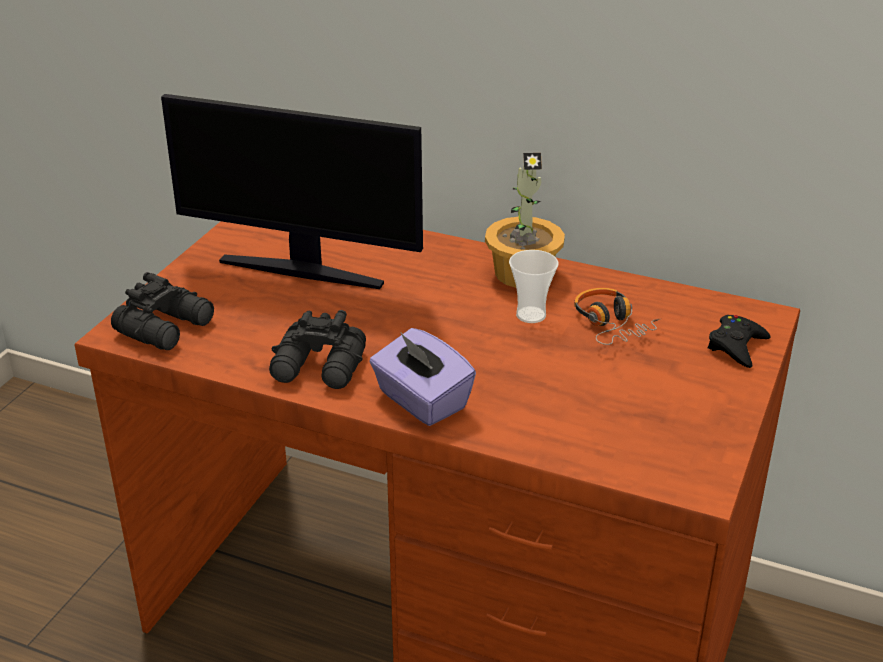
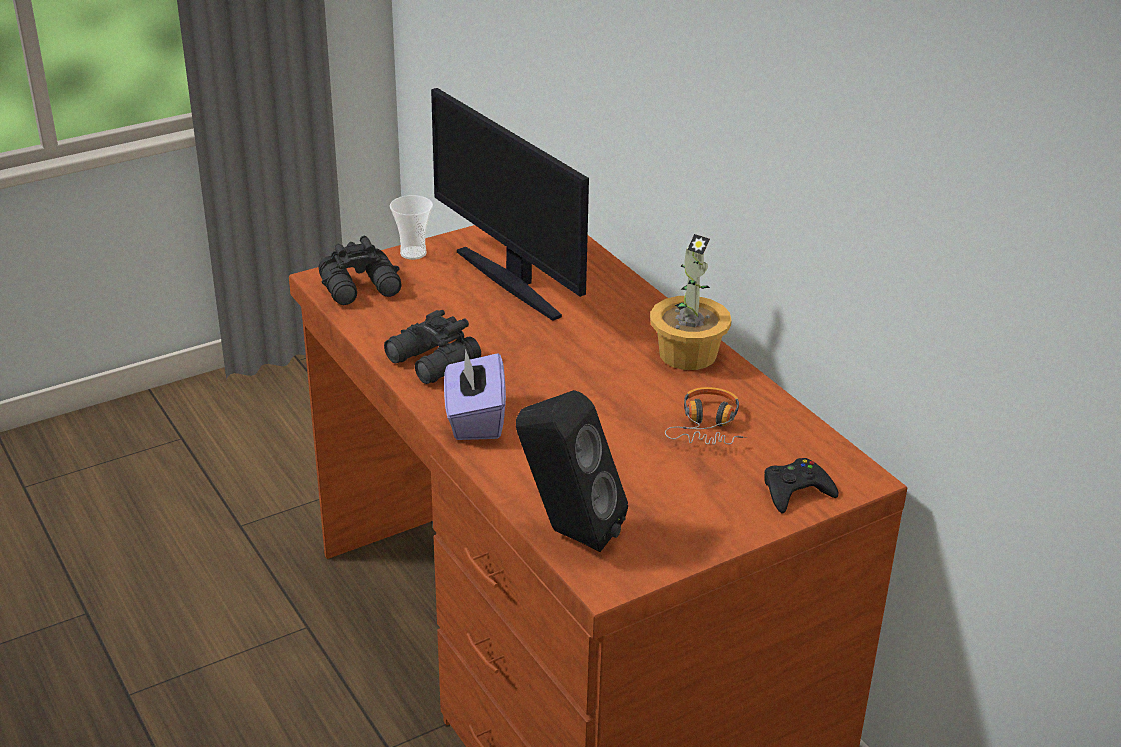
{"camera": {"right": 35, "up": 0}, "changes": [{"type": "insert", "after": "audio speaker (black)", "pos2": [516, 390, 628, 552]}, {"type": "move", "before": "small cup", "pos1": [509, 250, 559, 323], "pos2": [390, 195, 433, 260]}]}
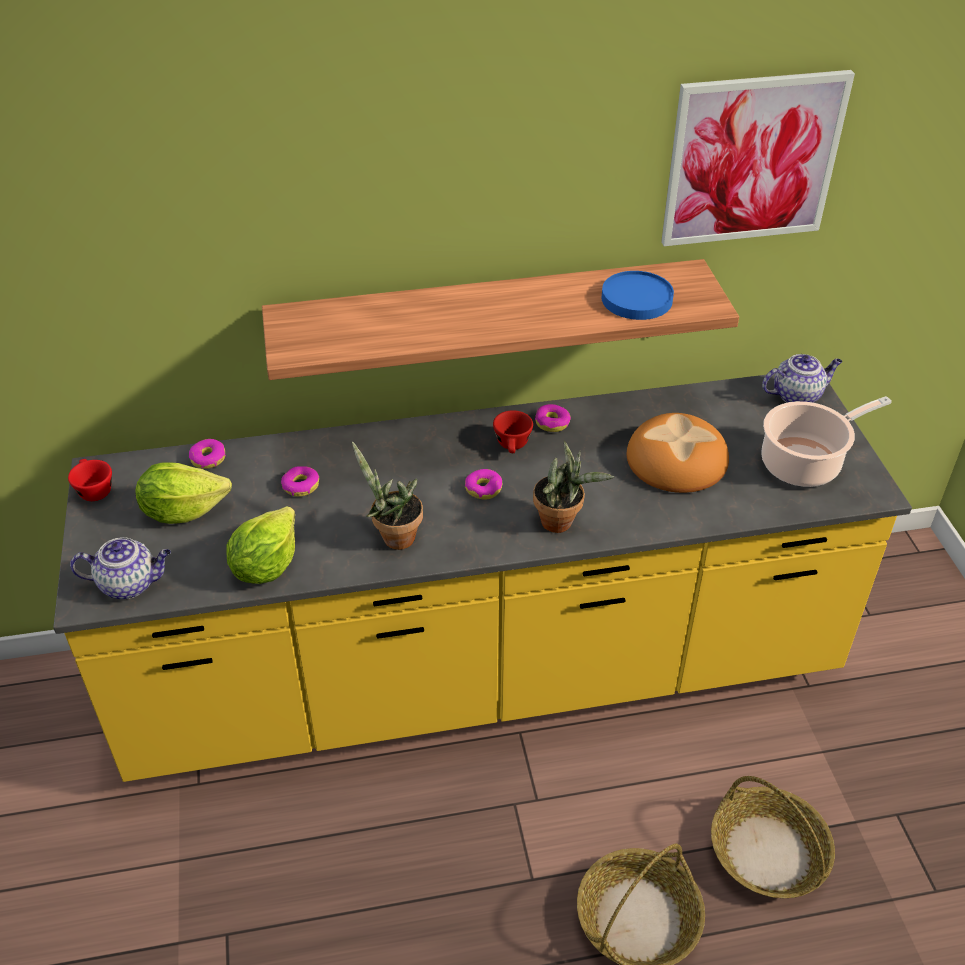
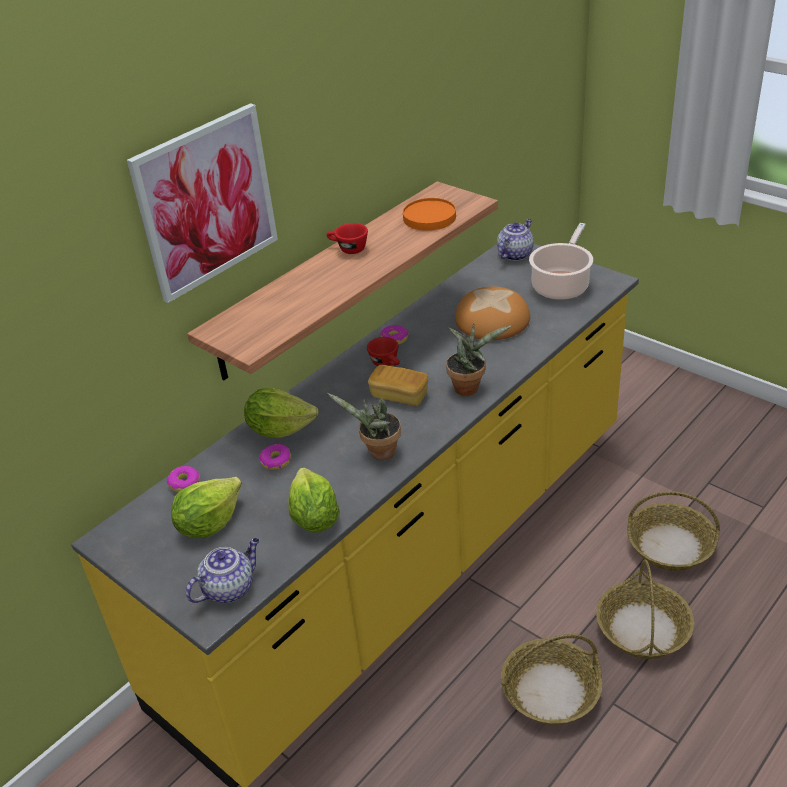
{"camera": {"right": -35, "up": -5}, "changes": [{"type": "insert", "after": "lettuce head", "pos2": [244, 388, 319, 438]}, {"type": "insert", "after": "household basket", "pos2": [501, 634, 602, 725]}, {"type": "move", "before": "small cup (reddish)", "pos1": [68, 459, 112, 501], "pos2": [327, 223, 368, 254]}, {"type": "move", "before": "picture", "pos1": [661, 70, 855, 246], "pos2": [127, 103, 278, 303]}, {"type": "replace", "before": "ring doughnut", "after": "baked bread", "pos1": [465, 469, 502, 500], "pos2": [368, 365, 428, 406]}, {"type": "recolor", "before": "flat dish (blue-coloured)", "after": "flat dish (orange-coloured)", "pos1": [602, 271, 674, 320], "pos2": [403, 198, 456, 231]}]}
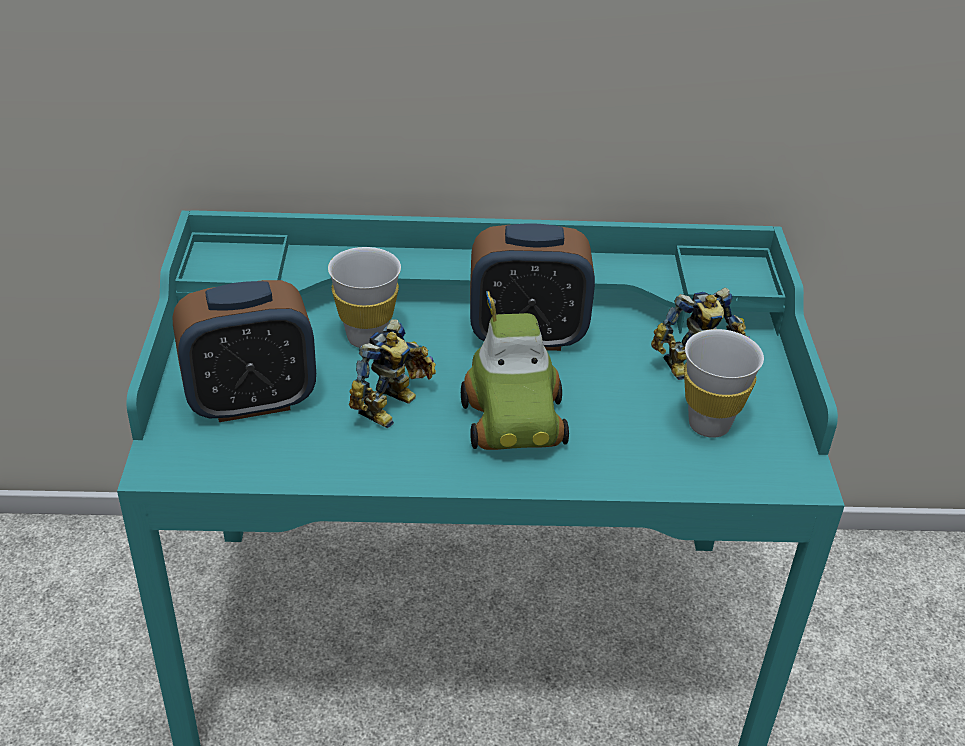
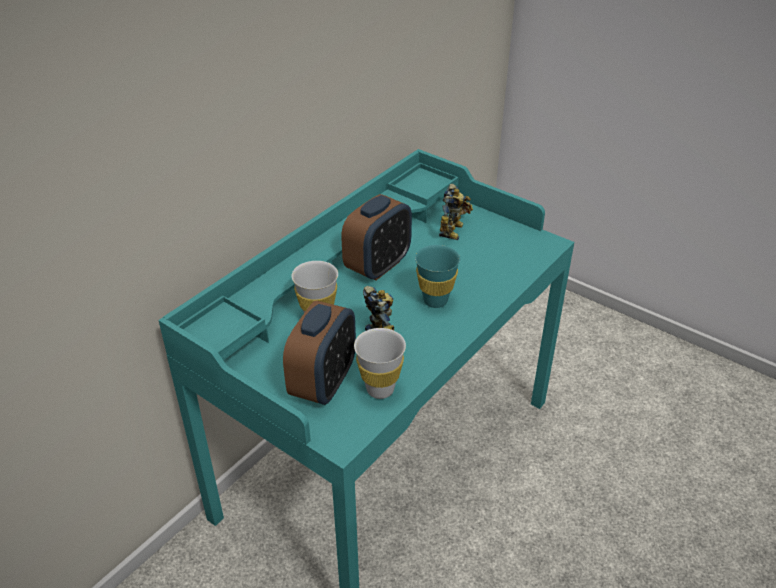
{"camera": {"right": -50, "up": 0}, "changes": [{"type": "move", "before": "small cup (white)", "pos1": [684, 329, 764, 438], "pos2": [354, 328, 406, 399]}, {"type": "replace", "before": "miniature car", "after": "small cup (blue-green)", "pos1": [461, 291, 569, 450], "pos2": [415, 245, 460, 308]}]}
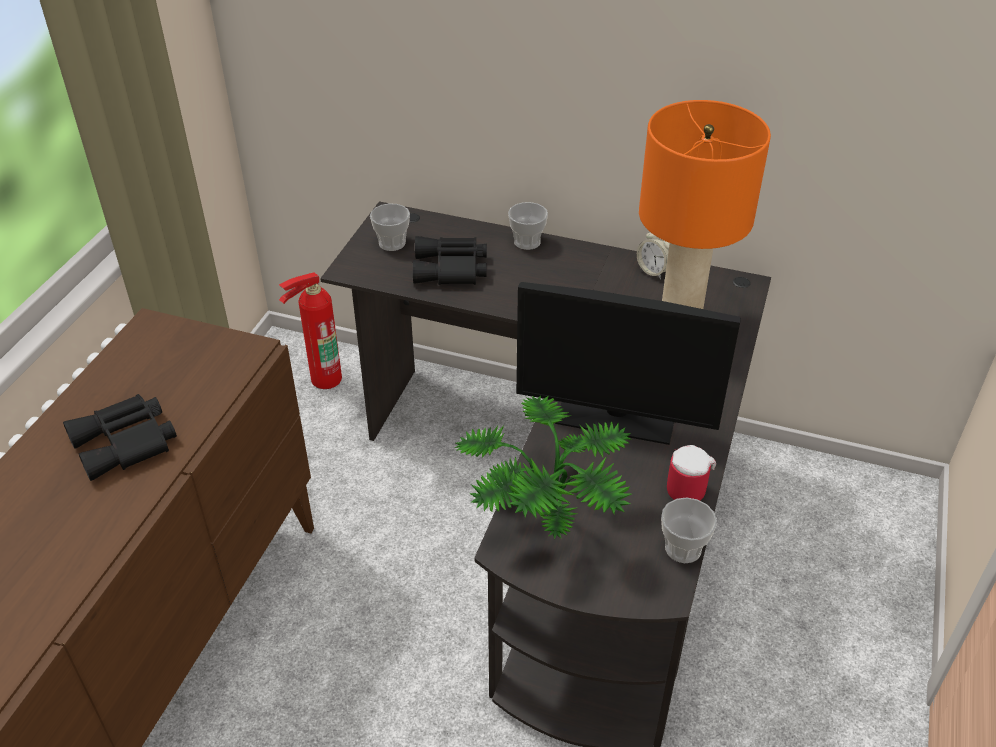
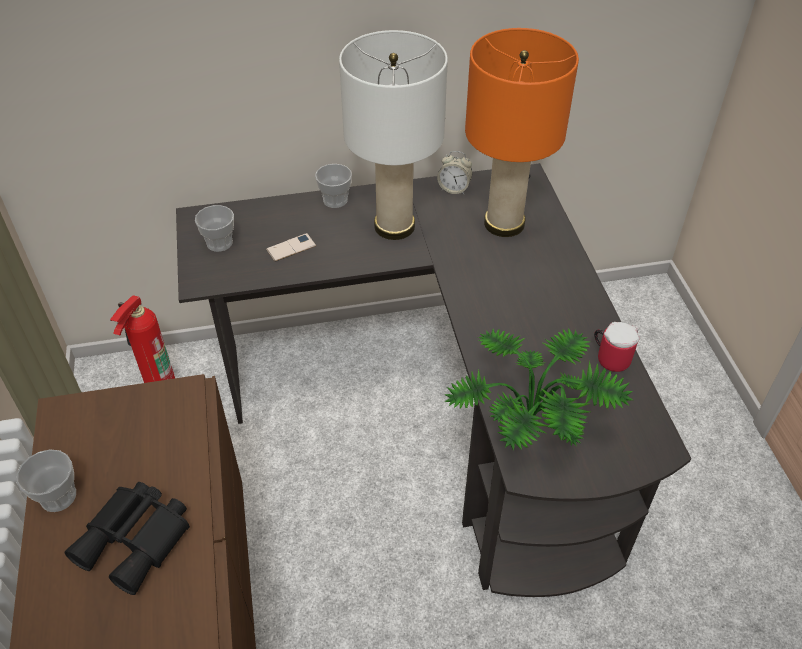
{"camera": {"right": -30, "up": 5}, "changes": [{"type": "delete", "before": "monitor", "pos1": [516, 282, 741, 445]}, {"type": "insert", "after": "table lamp (white)", "pos2": [339, 30, 448, 240]}, {"type": "move", "before": "small cup", "pos1": [661, 497, 717, 563], "pos2": [16, 449, 76, 512]}, {"type": "replace", "before": "pair of binoculars (black)", "after": "phone", "pos1": [413, 236, 487, 285], "pos2": [266, 233, 316, 261]}]}
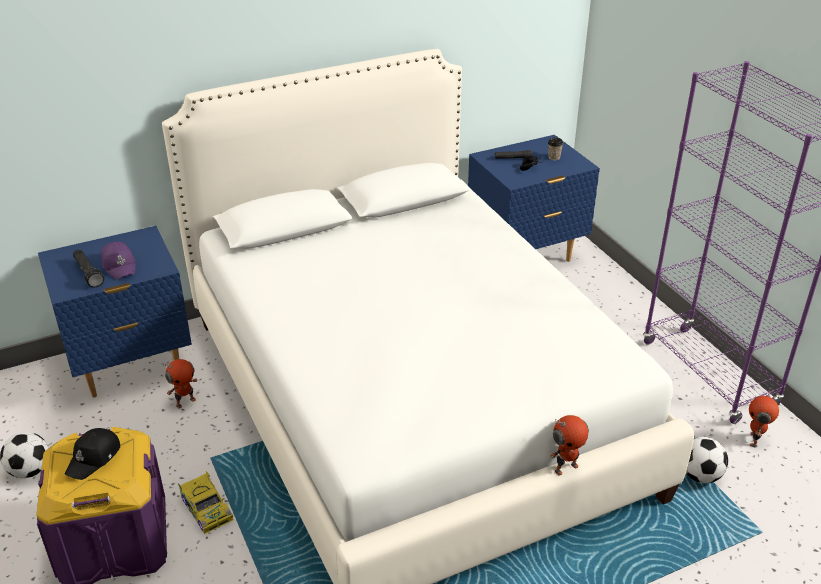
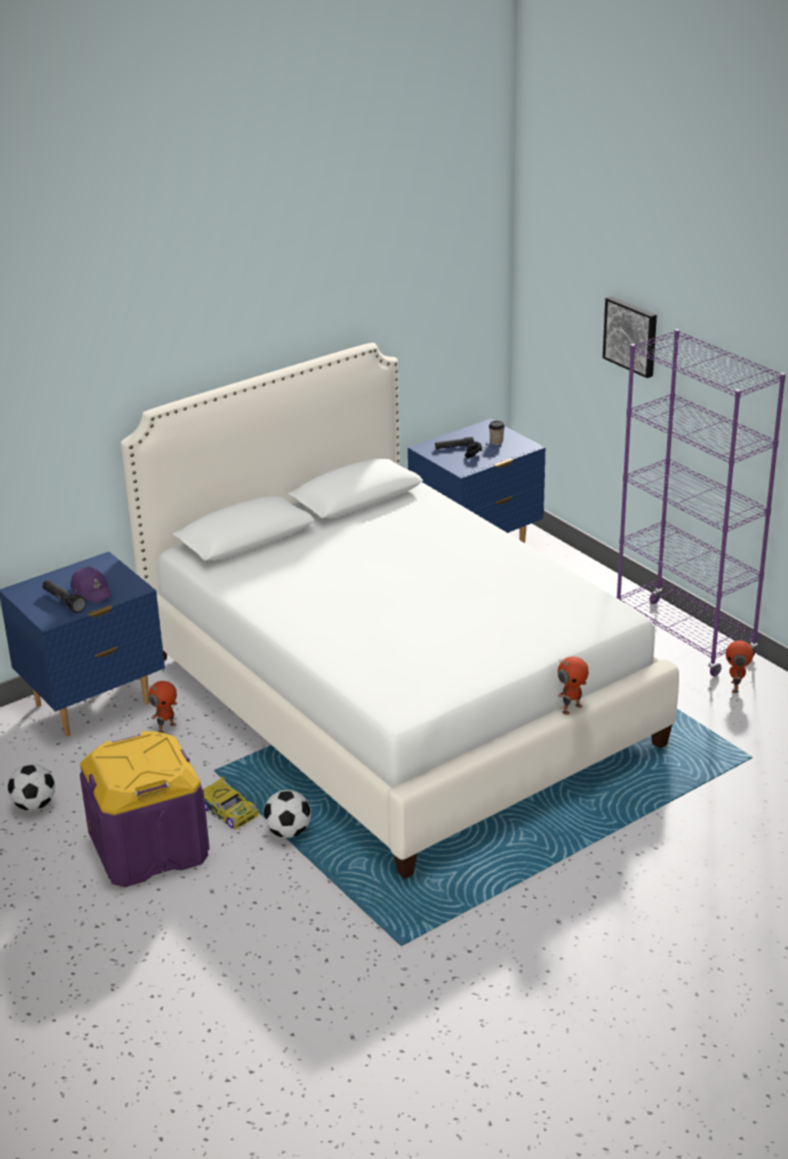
{"camera": {"right": -10, "up": -5}, "changes": [{"type": "delete", "before": "baseball cap (black)", "pos1": [64, 428, 120, 480]}, {"type": "insert", "after": "picture", "pos2": [603, 296, 657, 378]}, {"type": "move", "before": "football", "pos1": [686, 437, 728, 483], "pos2": [263, 790, 311, 838]}]}
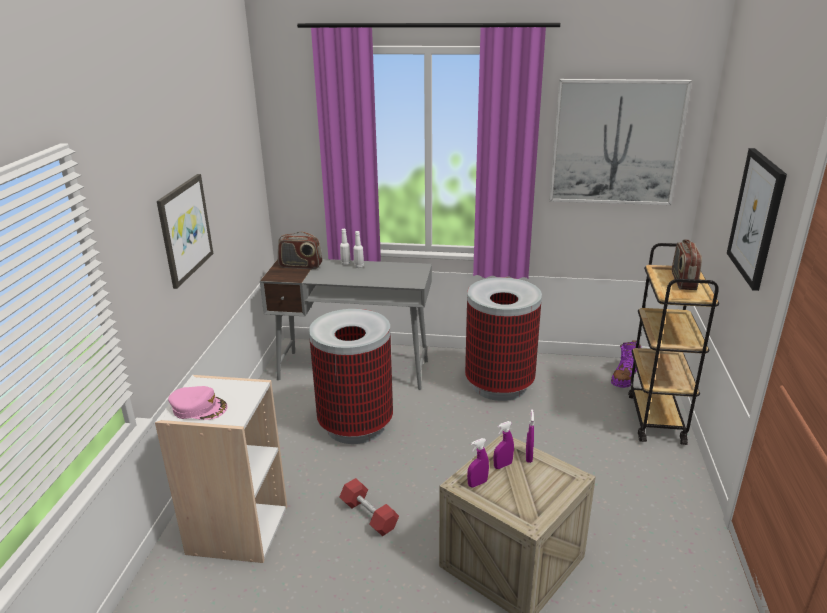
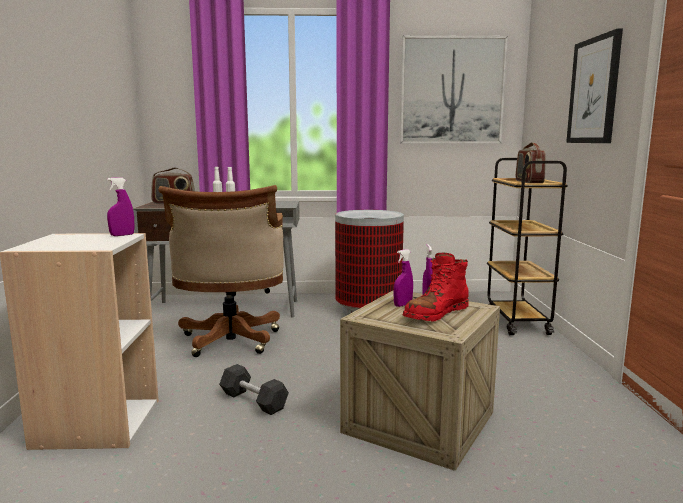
{"camera": {"right": -10, "up": -15}, "changes": [{"type": "delete", "before": "picture", "pos1": [157, 174, 213, 289]}, {"type": "delete", "before": "baseball cap (pink)", "pos1": [168, 386, 227, 420]}, {"type": "delete", "before": "boot (purple)", "pos1": [611, 340, 641, 388]}, {"type": "insert", "after": "boot (reddish)", "pos2": [403, 253, 469, 322]}, {"type": "move", "before": "hand sprayer (purple)", "pos1": [467, 438, 489, 487], "pos2": [107, 177, 134, 236]}, {"type": "replace", "before": "trash can", "after": "computer chair", "pos1": [309, 309, 393, 444], "pos2": [158, 185, 284, 357]}, {"type": "recolor", "before": "hand weight (reddish)", "after": "hand weight (black)", "pos1": [339, 478, 399, 536], "pos2": [219, 364, 289, 415]}]}
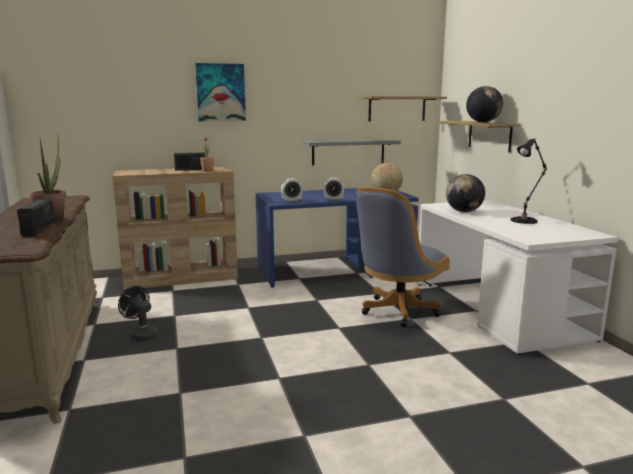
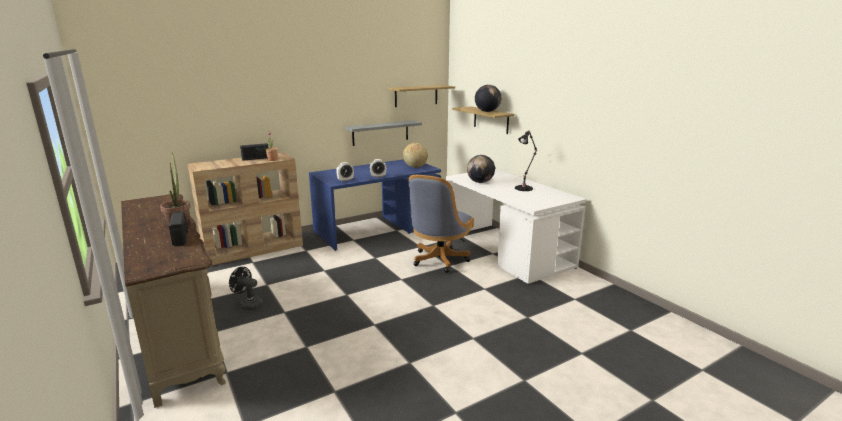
{"camera": {"right": -15, "up": 5}, "changes": [{"type": "delete", "before": "picture", "pos1": [195, 63, 246, 121]}]}
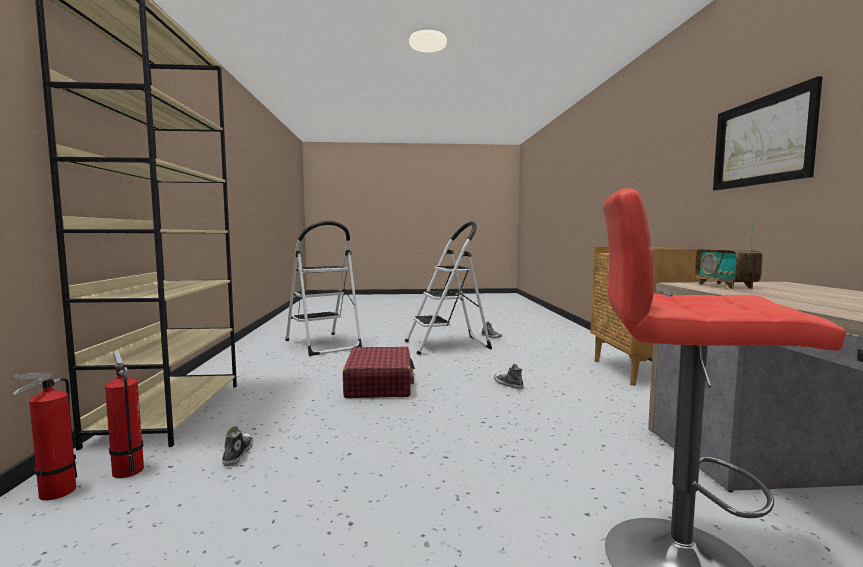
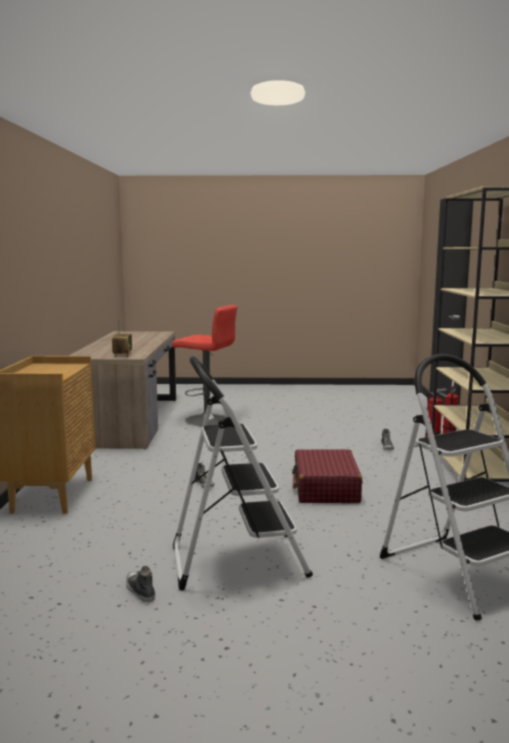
{"camera": {"right": -175, "up": 5}, "changes": [{"type": "delete", "before": "picture", "pos1": [713, 76, 822, 190]}]}
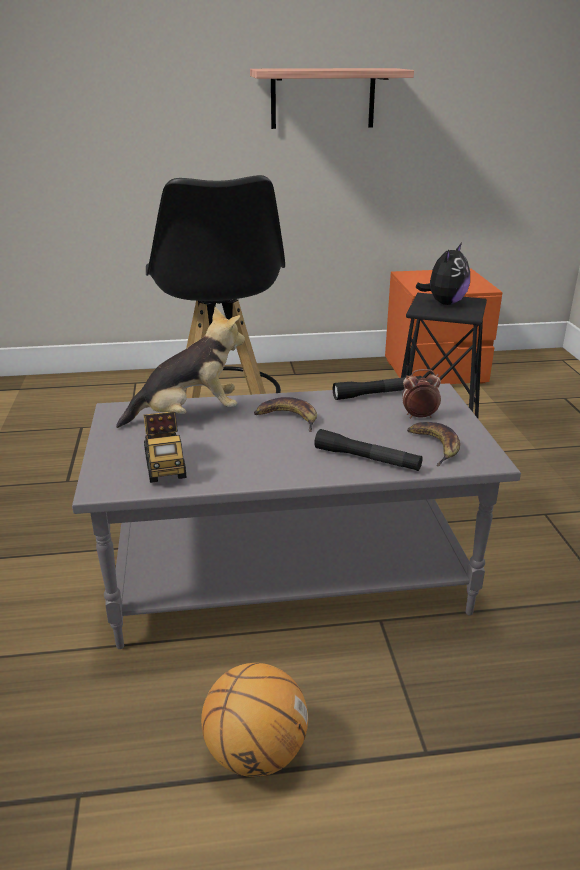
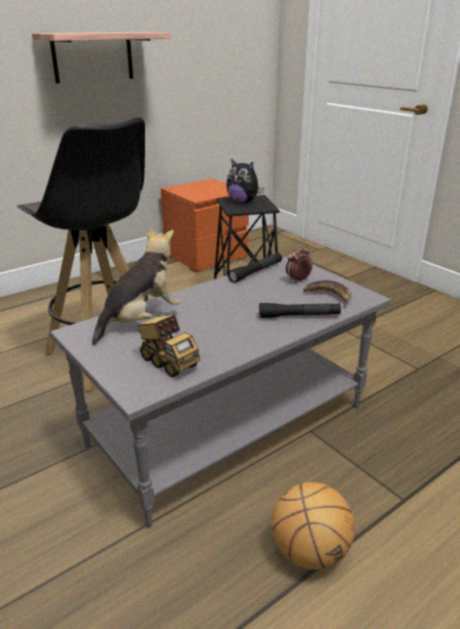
{"camera": {"right": -30, "up": 0}, "changes": [{"type": "delete", "before": "whole banana", "pos1": [254, 397, 317, 432]}, {"type": "rotate", "before": "soft toy", "pos1": [416, 243, 470, 305], "pos2": [226, 158, 264, 203], "turn": 120}]}
